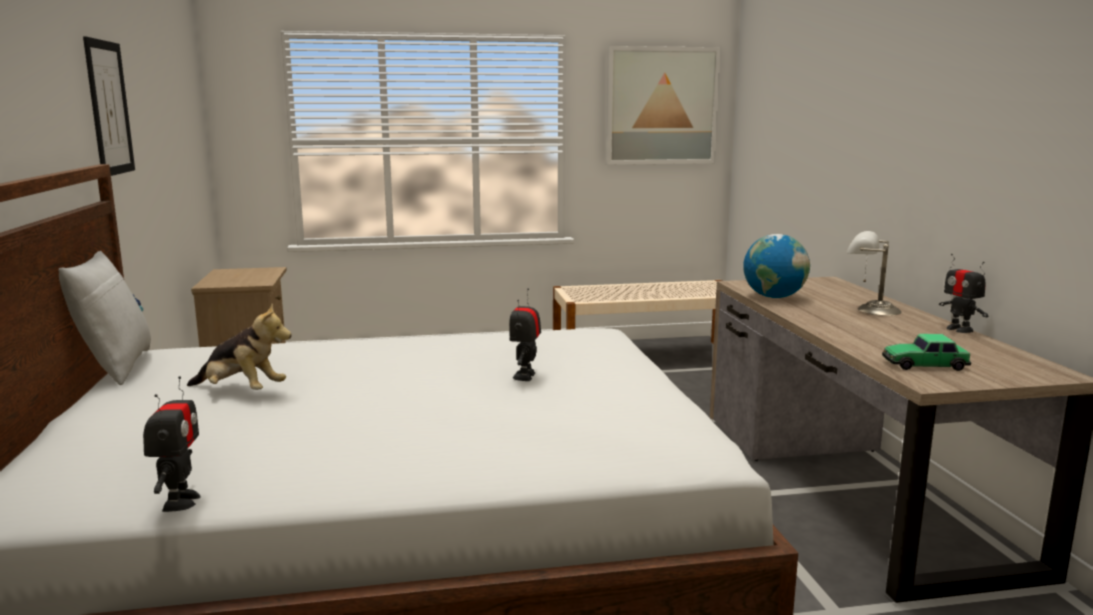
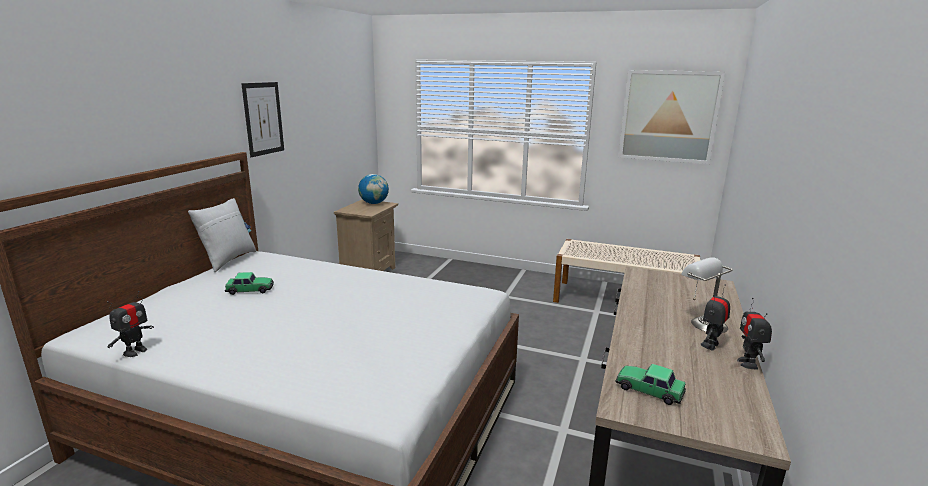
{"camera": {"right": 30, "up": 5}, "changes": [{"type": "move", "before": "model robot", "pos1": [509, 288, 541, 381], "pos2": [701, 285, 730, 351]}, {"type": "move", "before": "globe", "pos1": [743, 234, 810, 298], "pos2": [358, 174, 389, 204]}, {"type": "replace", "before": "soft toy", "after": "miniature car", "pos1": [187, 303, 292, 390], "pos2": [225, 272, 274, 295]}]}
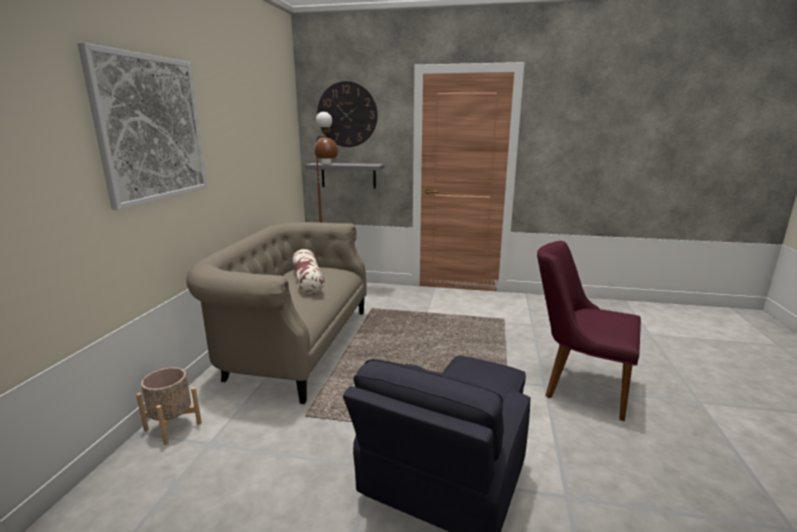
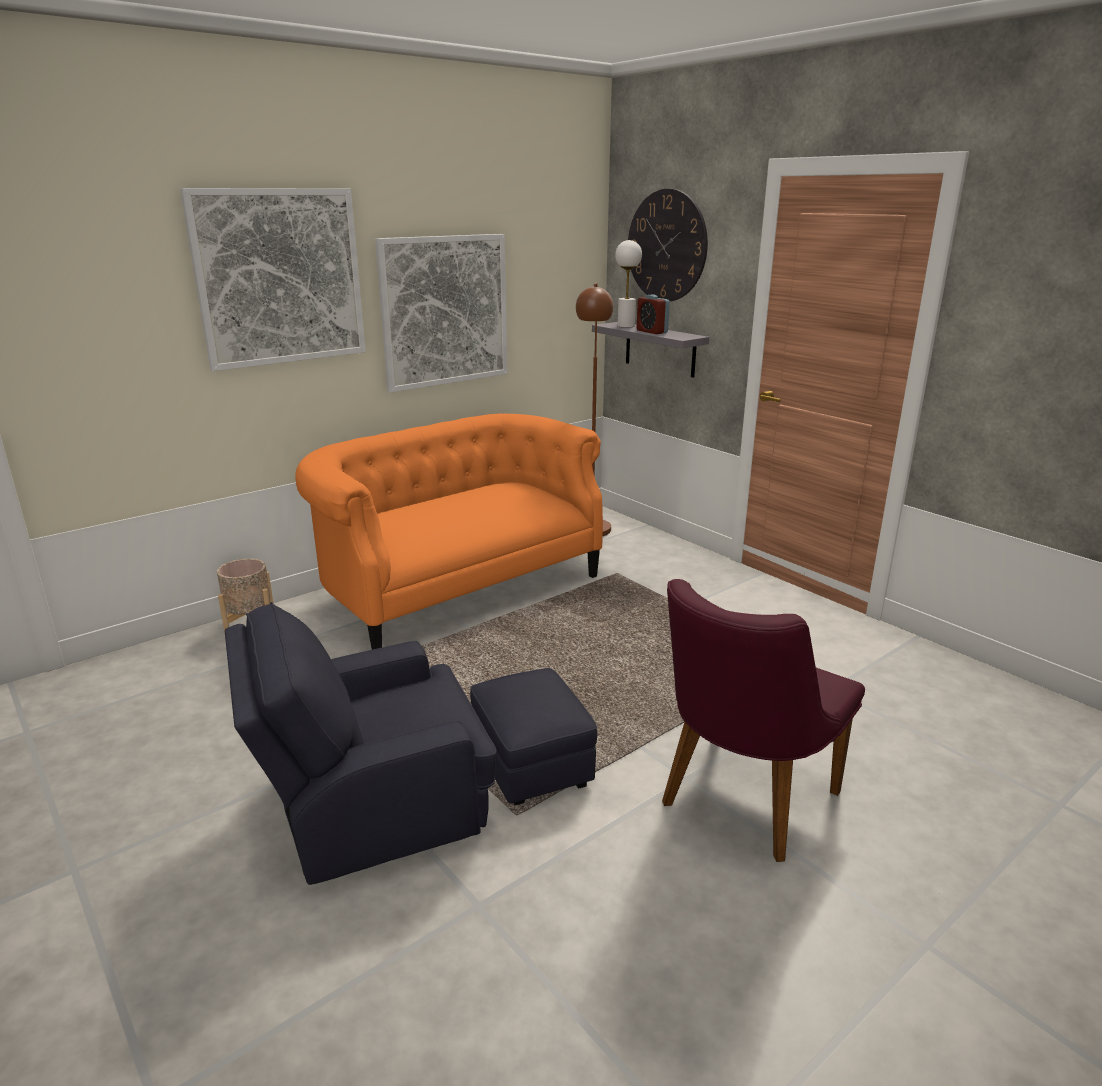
{"camera": {"right": 40, "up": 5}, "changes": [{"type": "delete", "before": "throw pillow", "pos1": [293, 249, 325, 294]}, {"type": "insert", "after": "picture", "pos2": [375, 234, 508, 392]}, {"type": "insert", "after": "bedside clock", "pos2": [637, 294, 670, 334]}, {"type": "recolor", "before": "settee (beige)", "after": "settee (orange-coloured)", "pos1": [186, 222, 367, 404], "pos2": [295, 413, 603, 650]}, {"type": "rotate", "before": "plain chair (purple)", "pos1": [537, 241, 641, 421], "pos2": [662, 579, 865, 862], "turn": -120}]}
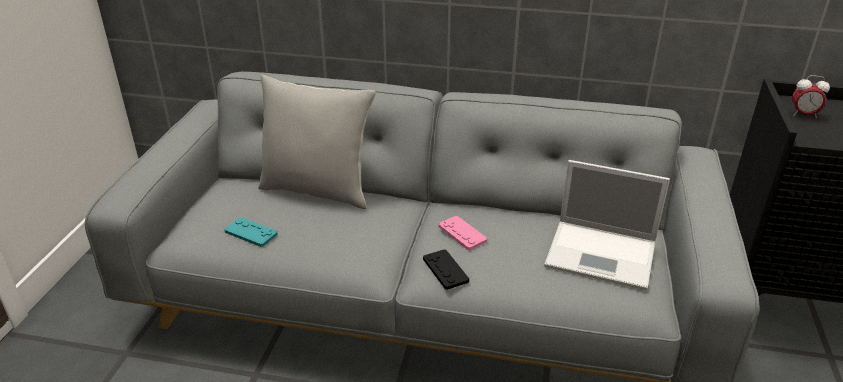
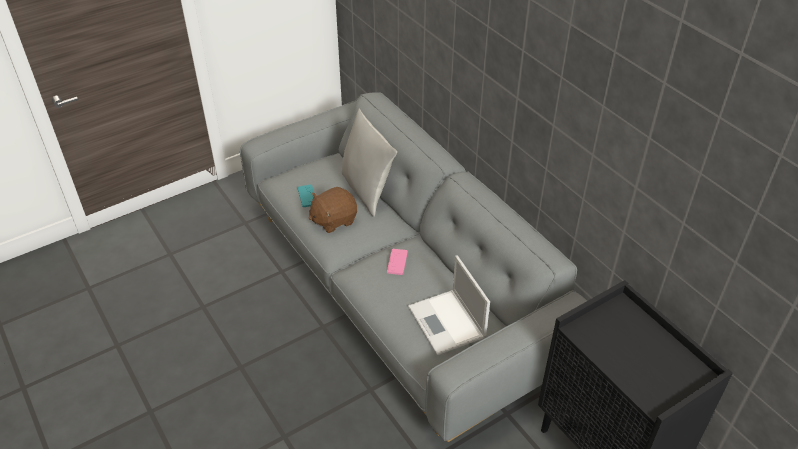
{"camera": {"right": 45, "up": 10}, "changes": [{"type": "delete", "before": "gamepad (black)", "pos1": [423, 249, 469, 290]}, {"type": "delete", "before": "bedside clock", "pos1": [792, 75, 830, 118]}, {"type": "insert", "after": "soft toy (brown)", "pos2": [309, 187, 357, 233]}]}
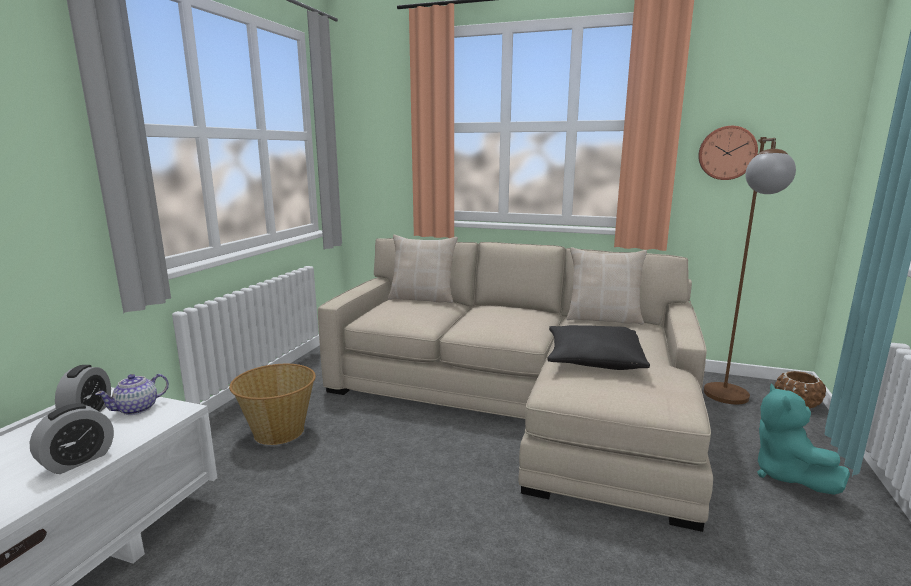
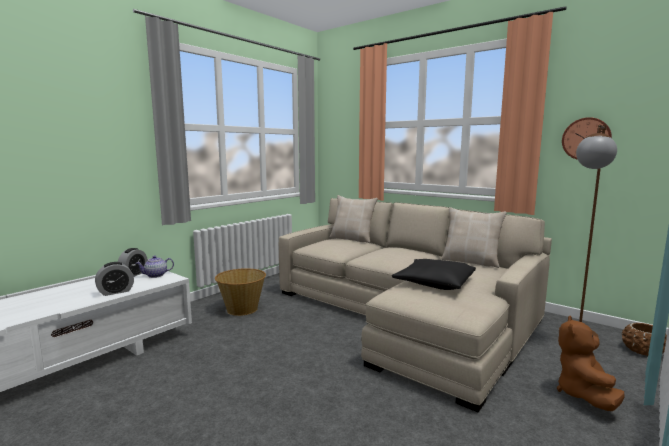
{"camera": {"right": 20, "up": -5}, "changes": [{"type": "recolor", "before": "soft toy (blue-green)", "after": "soft toy (brown)", "pos1": [757, 383, 850, 495], "pos2": [557, 316, 625, 411]}]}
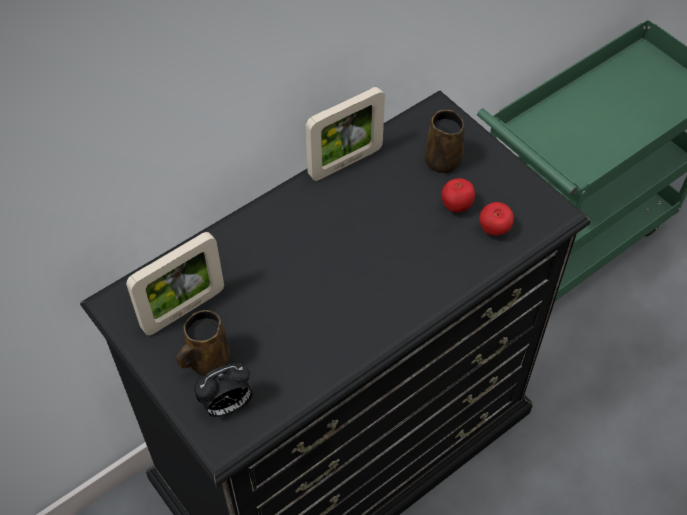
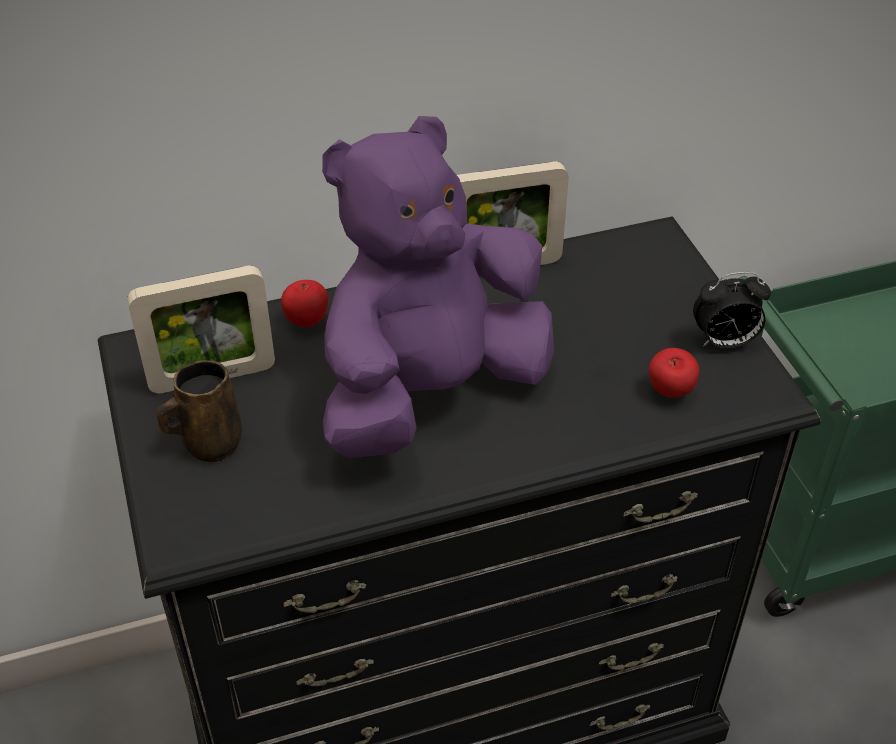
{"camera": {"right": 20, "up": -10}, "changes": [{"type": "delete", "before": "mug (brown)", "pos1": [424, 110, 464, 173]}, {"type": "insert", "after": "soft toy (purple)", "pos2": [322, 116, 554, 458]}, {"type": "move", "before": "bedside clock", "pos1": [194, 362, 252, 417], "pos2": [693, 272, 771, 348]}, {"type": "move", "before": "whole apple", "pos1": [442, 178, 475, 212], "pos2": [281, 280, 328, 327]}]}
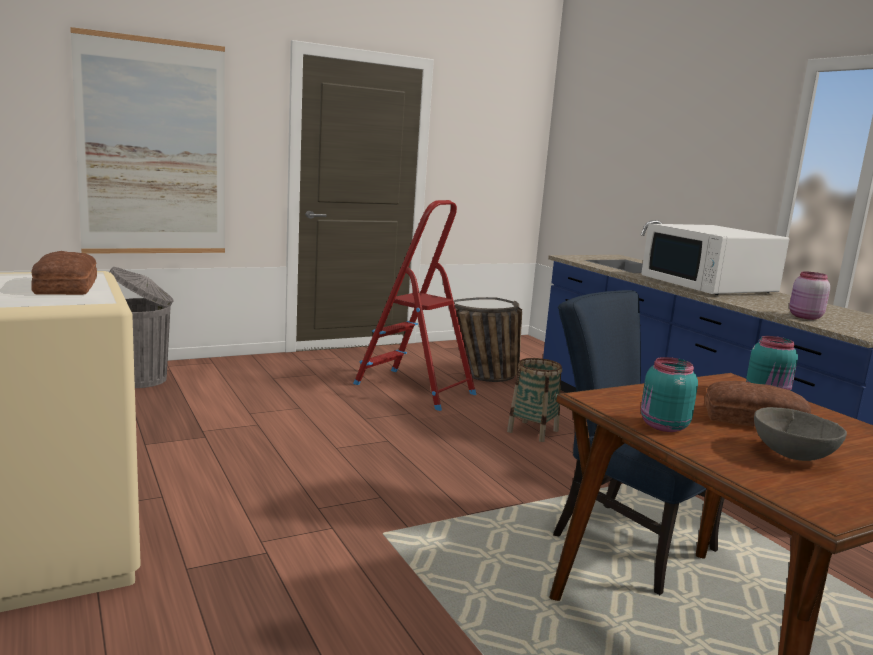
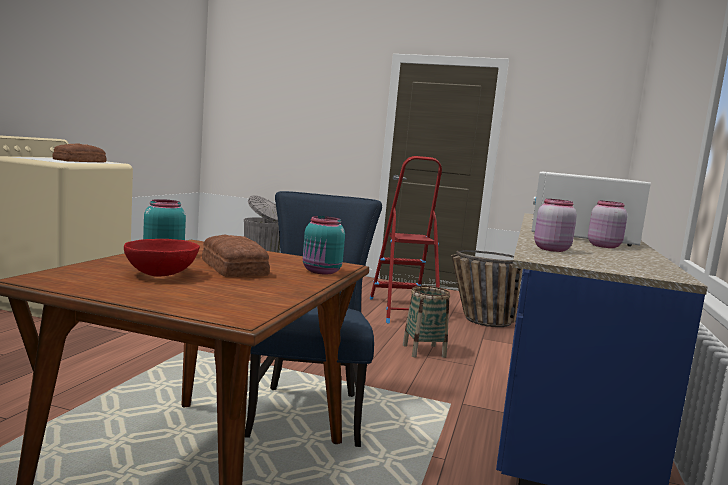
{"camera": {"right": 45, "up": -5}, "changes": [{"type": "delete", "before": "picture", "pos1": [70, 27, 225, 254]}, {"type": "insert", "after": "jar (pink)", "pos2": [588, 200, 627, 248]}, {"type": "recolor", "before": "serving bowl (grey)", "after": "serving bowl (reddish)", "pos1": [754, 407, 847, 461], "pos2": [124, 239, 200, 277]}]}
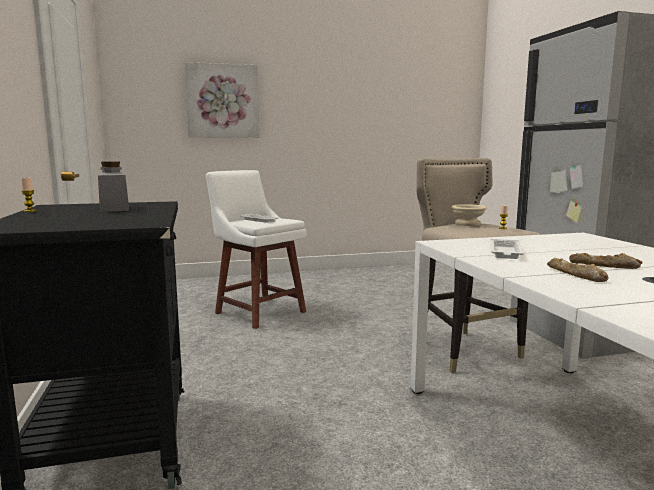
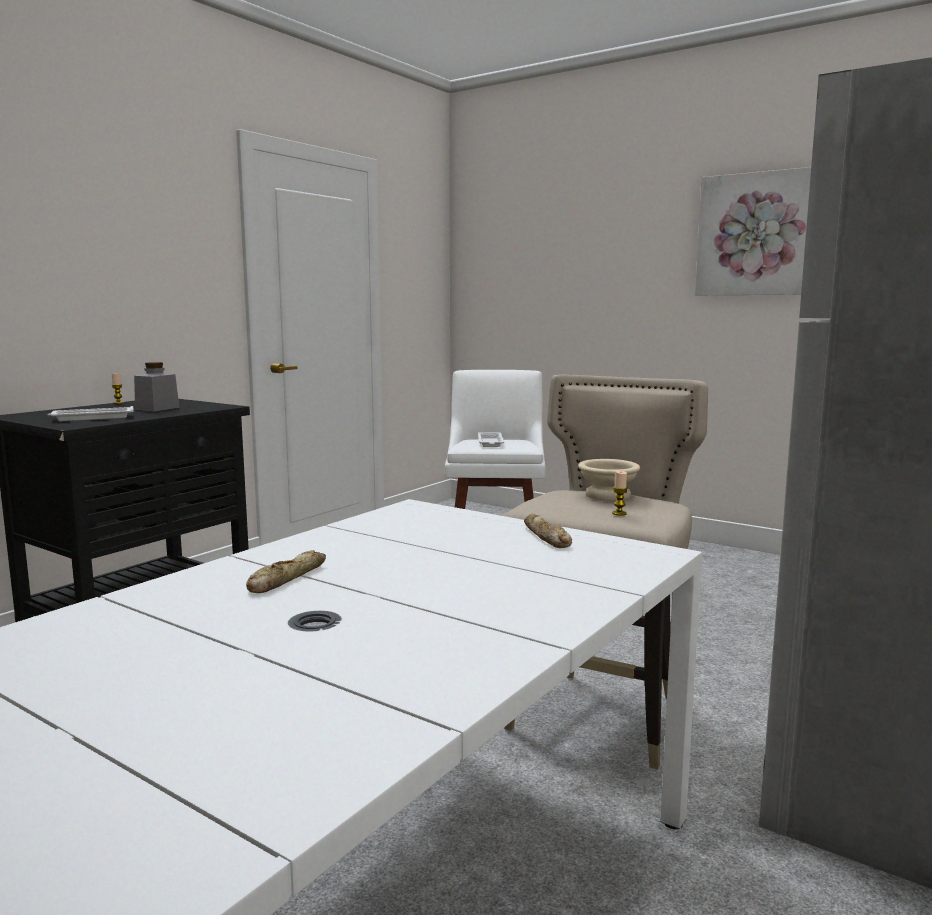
{"camera": {"right": 50, "up": 0}, "changes": [{"type": "move", "before": "picture", "pos1": [184, 62, 260, 138], "pos2": [695, 167, 811, 295]}, {"type": "move", "before": "tray (white)", "pos1": [490, 239, 524, 259], "pos2": [48, 406, 134, 421]}, {"type": "move", "before": "baked bread", "pos1": [569, 253, 643, 269], "pos2": [524, 513, 572, 548]}]}
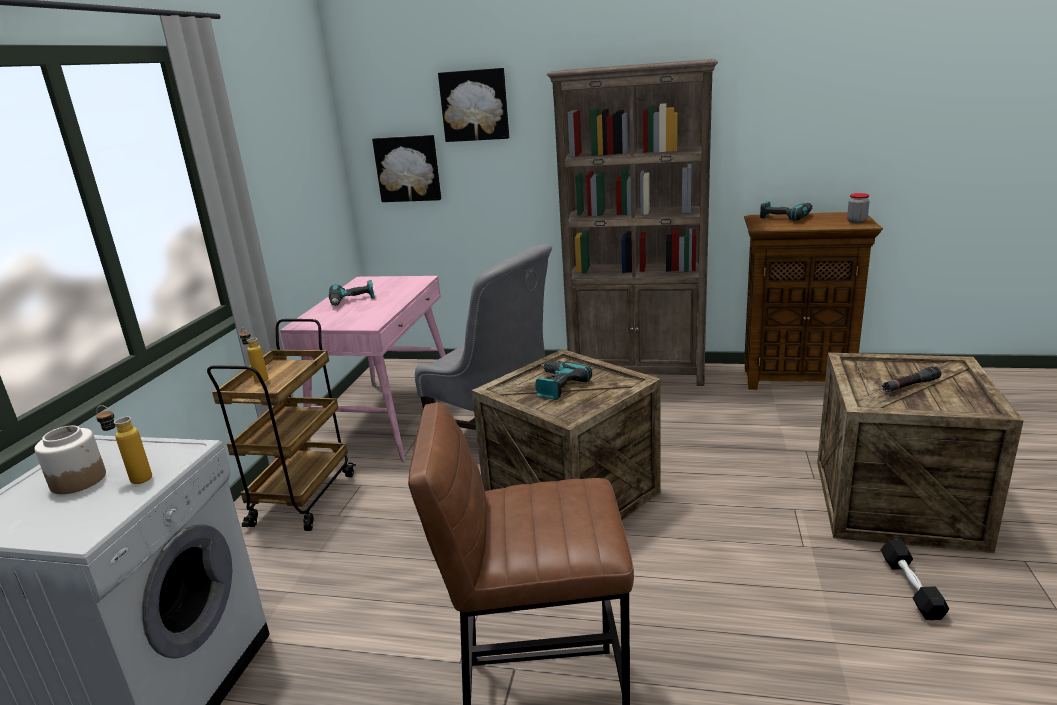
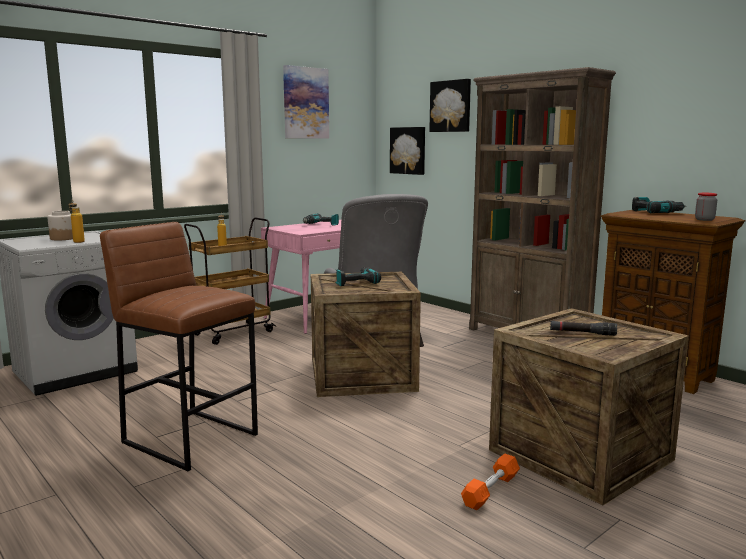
{"camera": {"right": 35, "up": -10}, "changes": [{"type": "insert", "after": "picture", "pos2": [283, 65, 329, 139]}, {"type": "recolor", "before": "hand weight (black)", "after": "hand weight (orange-coloured)", "pos1": [881, 539, 949, 620], "pos2": [461, 453, 520, 510]}]}
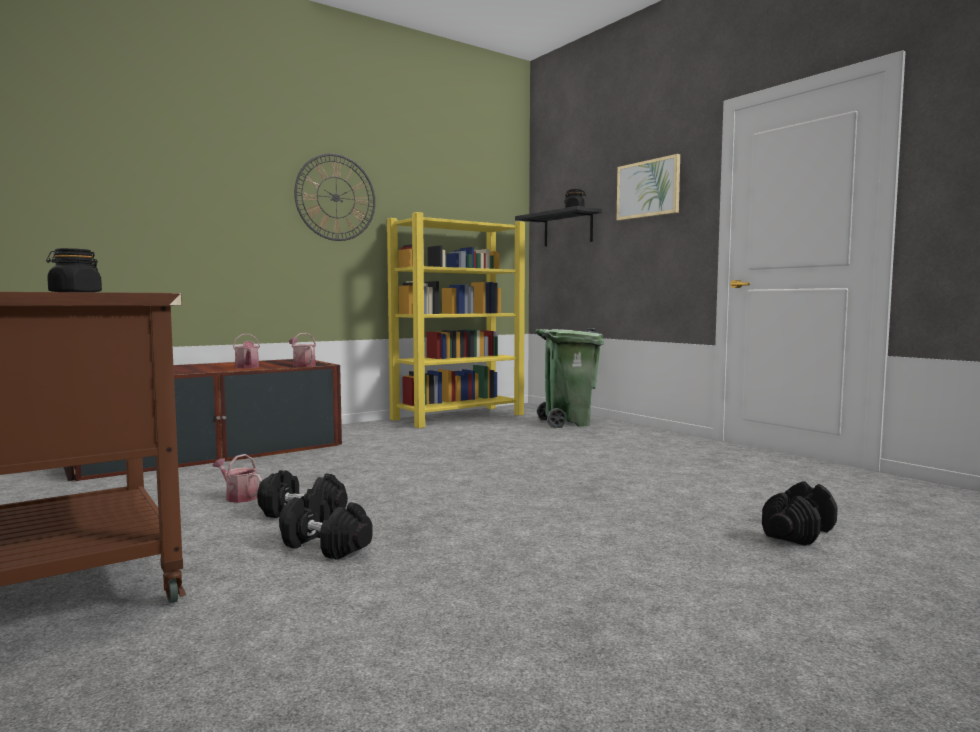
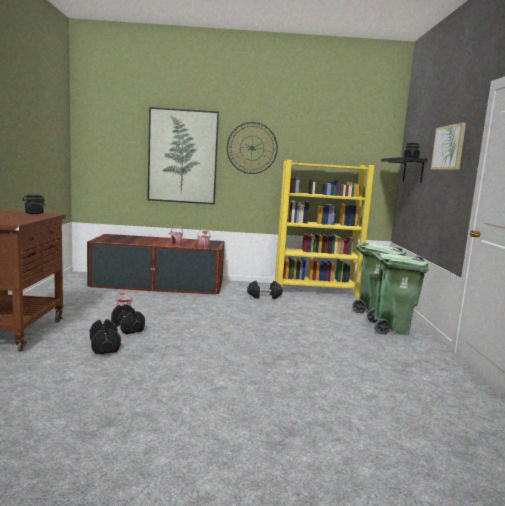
{"camera": {"right": 35, "up": 5}, "changes": [{"type": "insert", "after": "picture", "pos2": [147, 107, 219, 204]}, {"type": "insert", "after": "trash can (greenish)", "pos2": [367, 252, 429, 335]}, {"type": "move", "before": "hand weight (black)", "pos1": [762, 481, 838, 546], "pos2": [247, 281, 282, 299]}]}
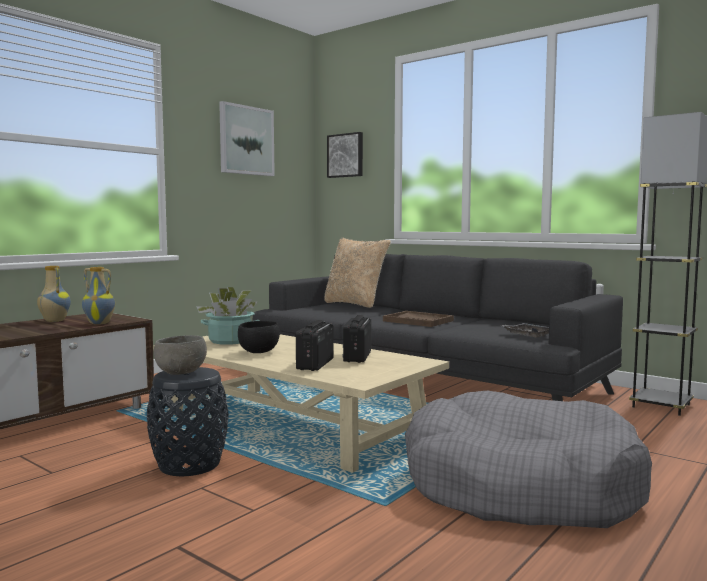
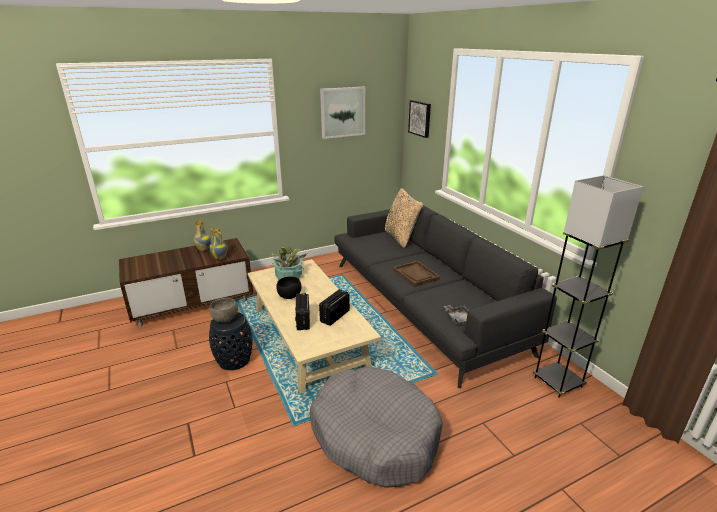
{"camera": {"right": 25, "up": 20}, "changes": [{"type": "rotate", "before": "radio receiver", "pos1": [296, 320, 334, 371], "pos2": [295, 293, 310, 330], "turn": -45}]}
